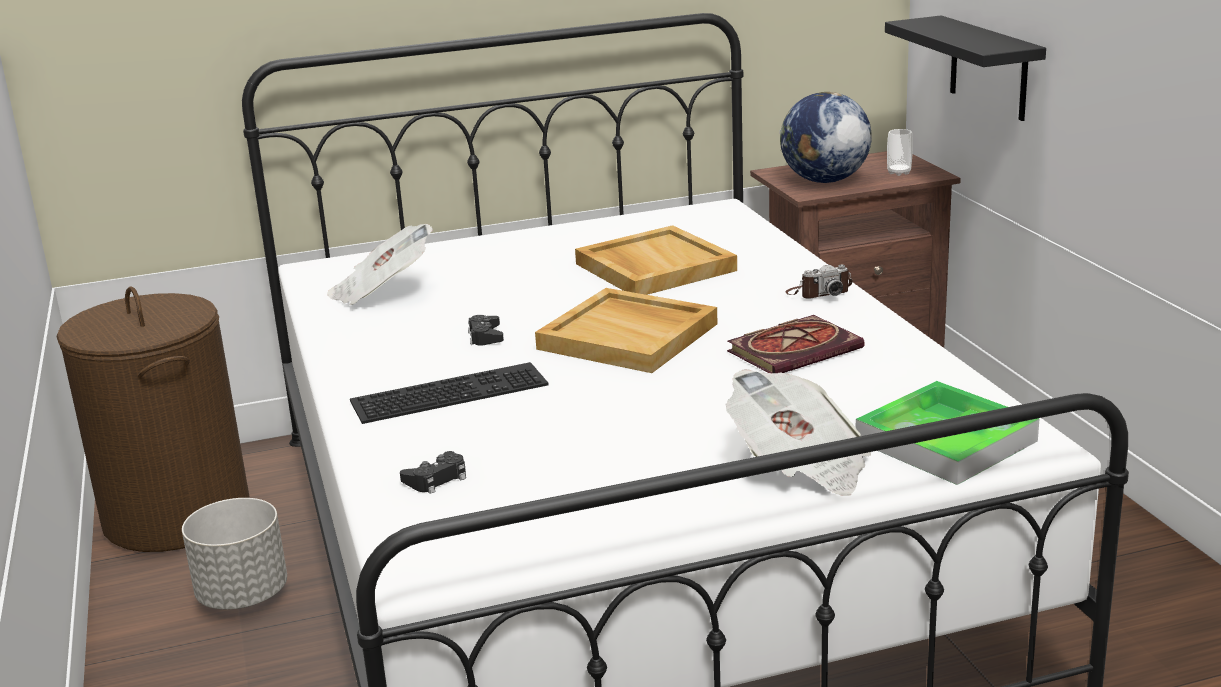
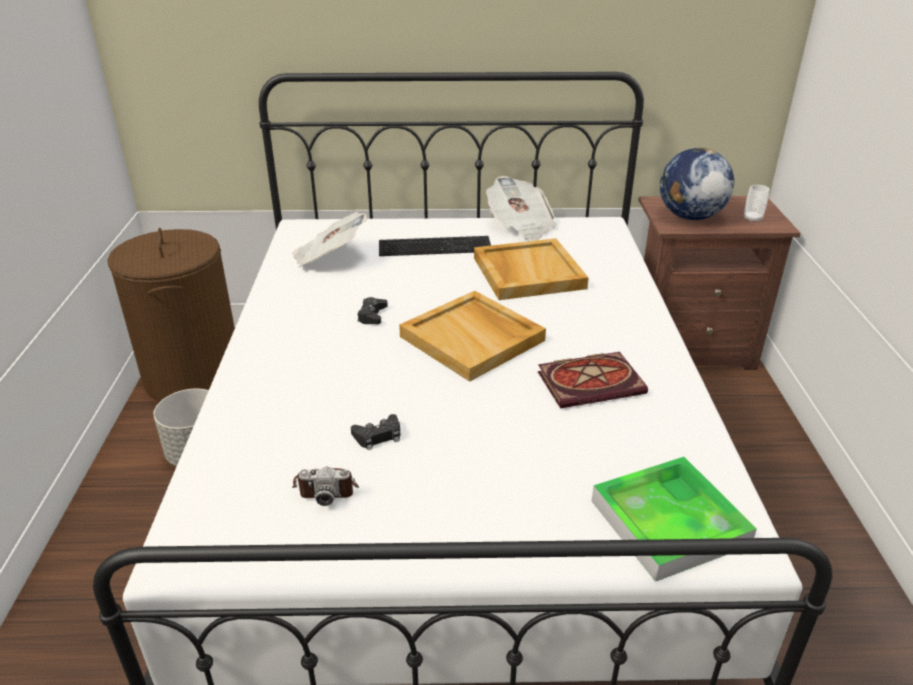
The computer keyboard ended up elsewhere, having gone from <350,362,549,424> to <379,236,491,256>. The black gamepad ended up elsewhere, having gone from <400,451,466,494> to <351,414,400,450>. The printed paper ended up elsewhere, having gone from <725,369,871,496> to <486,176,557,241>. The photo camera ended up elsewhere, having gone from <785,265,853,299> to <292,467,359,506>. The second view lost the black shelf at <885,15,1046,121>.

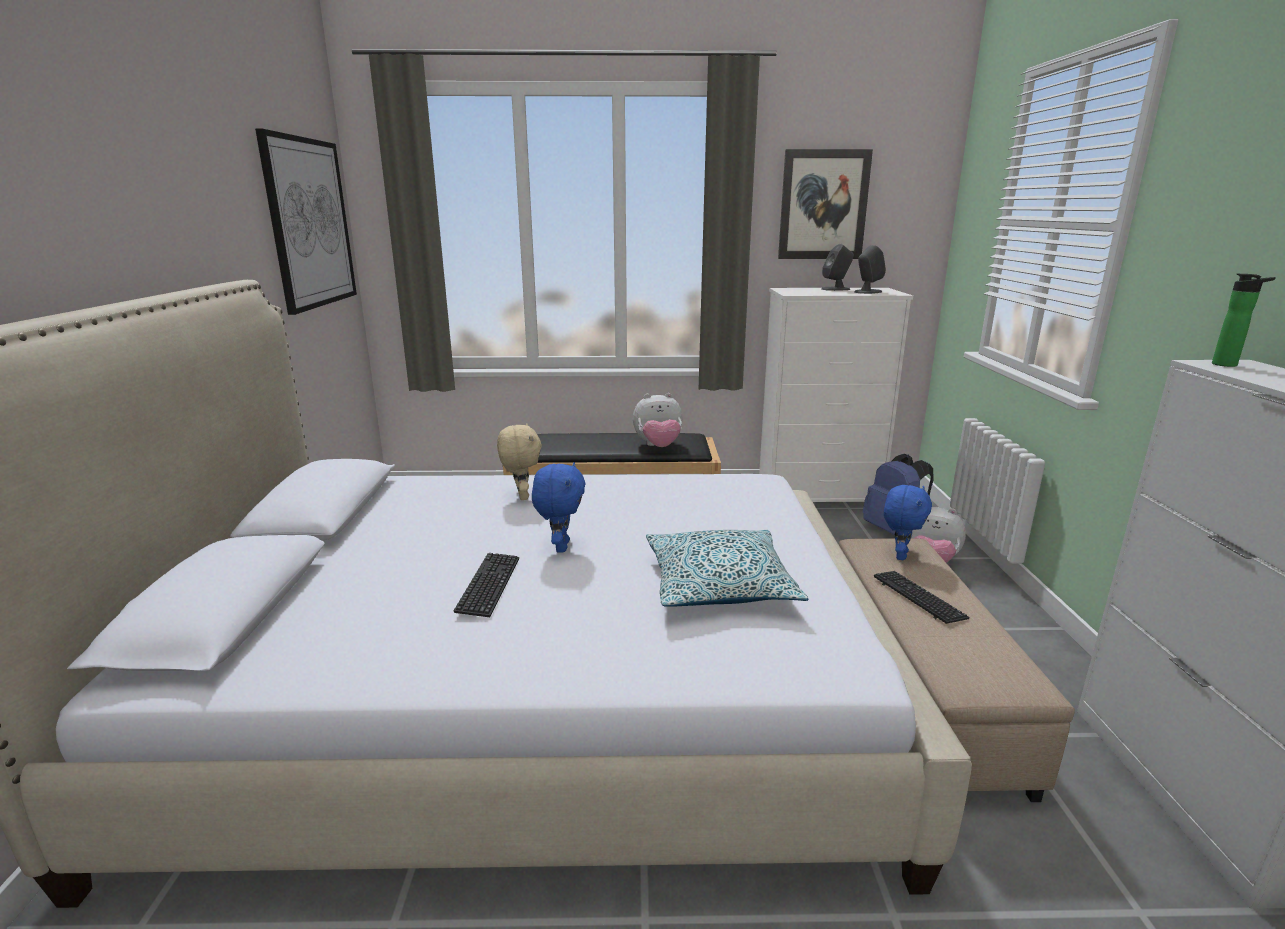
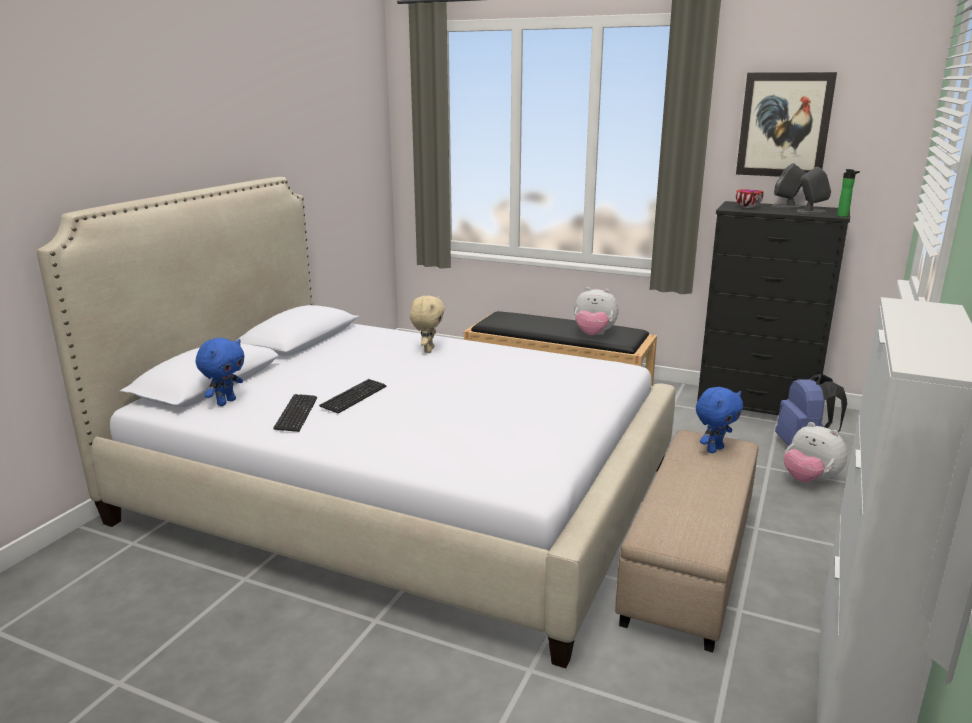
The second view lost the wall picture at <255,129,357,315>. The blue soft toy ended up elsewhere, having gone from <532,462,586,552> to <196,338,245,406>. The second view lost the cushion at <646,530,809,607>. What was the whitish dresser at <759,288,913,502> turned into the black dresser at <697,201,850,416>. The computer keyboard ended up elsewhere, having gone from <874,571,970,624> to <273,394,317,432>. The beverage bottle ended up elsewhere, having gone from <1212,274,1276,367> to <837,169,860,217>. The second view gained the serving bowl at <736,189,764,208>.

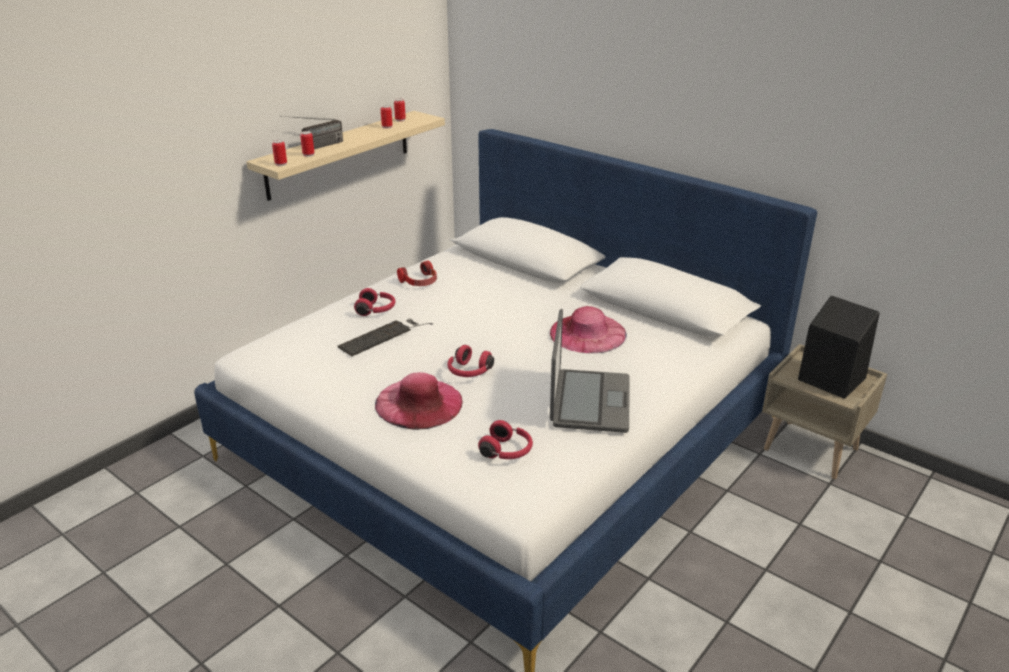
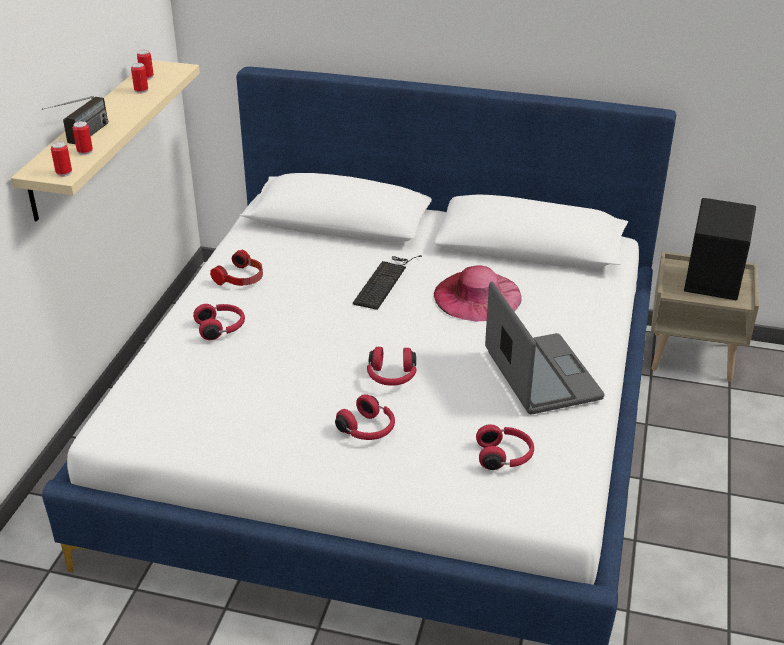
The computer keyboard ended up elsewhere, having gone from <338,319,433,356> to <353,255,422,310>. Where the pink-coloured hat stood at <375,372,463,430>, the red-coloured headset came to stand at <335,394,395,440>.

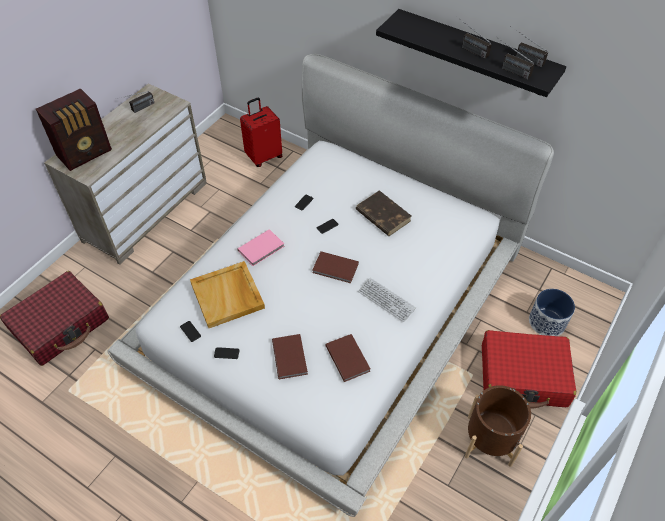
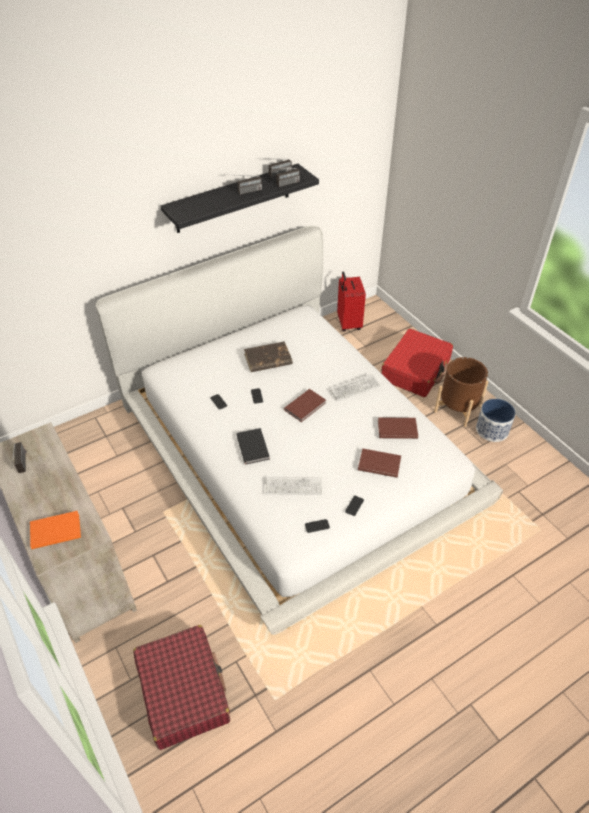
Where the radio receiver stood at <36,88,112,171>, the orange book came to stand at <30,511,81,549>. Where the sand-coloured carrying tray stood at <190,261,265,328>, the computer keyboard came to stand at <265,477,322,495>. What was the pink-coloured book at <237,229,285,266> turned into the black book at <236,428,270,465>. The red-coloured travel case ended up elsewhere, having gone from <240,98,282,167> to <337,272,366,332>. The planter ended up elsewhere, having gone from <529,289,575,336> to <476,399,516,442>.

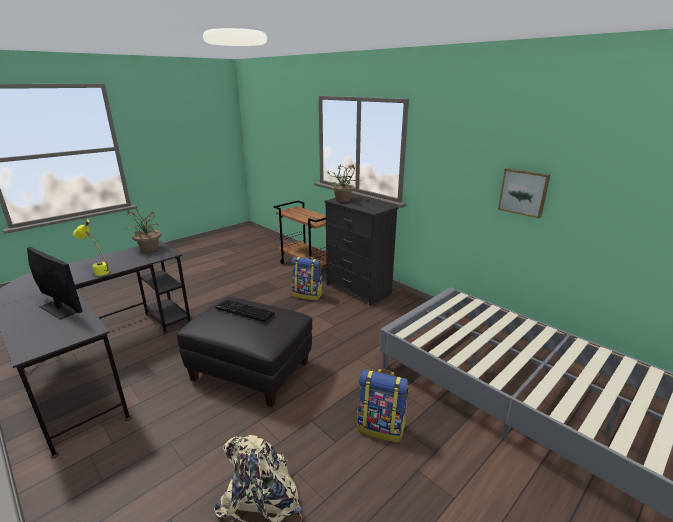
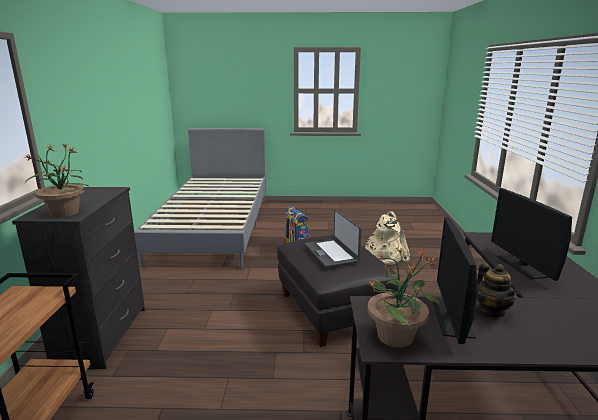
Where the yellow-coloured table lamp stood at <73,219,110,276>, the tea pot came to stand at <477,264,519,318>. Where the computer keyboard stood at <215,300,275,322>, the notebook computer came to stand at <305,210,362,268>. The second view lost the rucksack at <292,256,323,301>. The second view lost the wall picture at <498,168,550,218>. The second view gained the computer display at <433,217,478,344>.

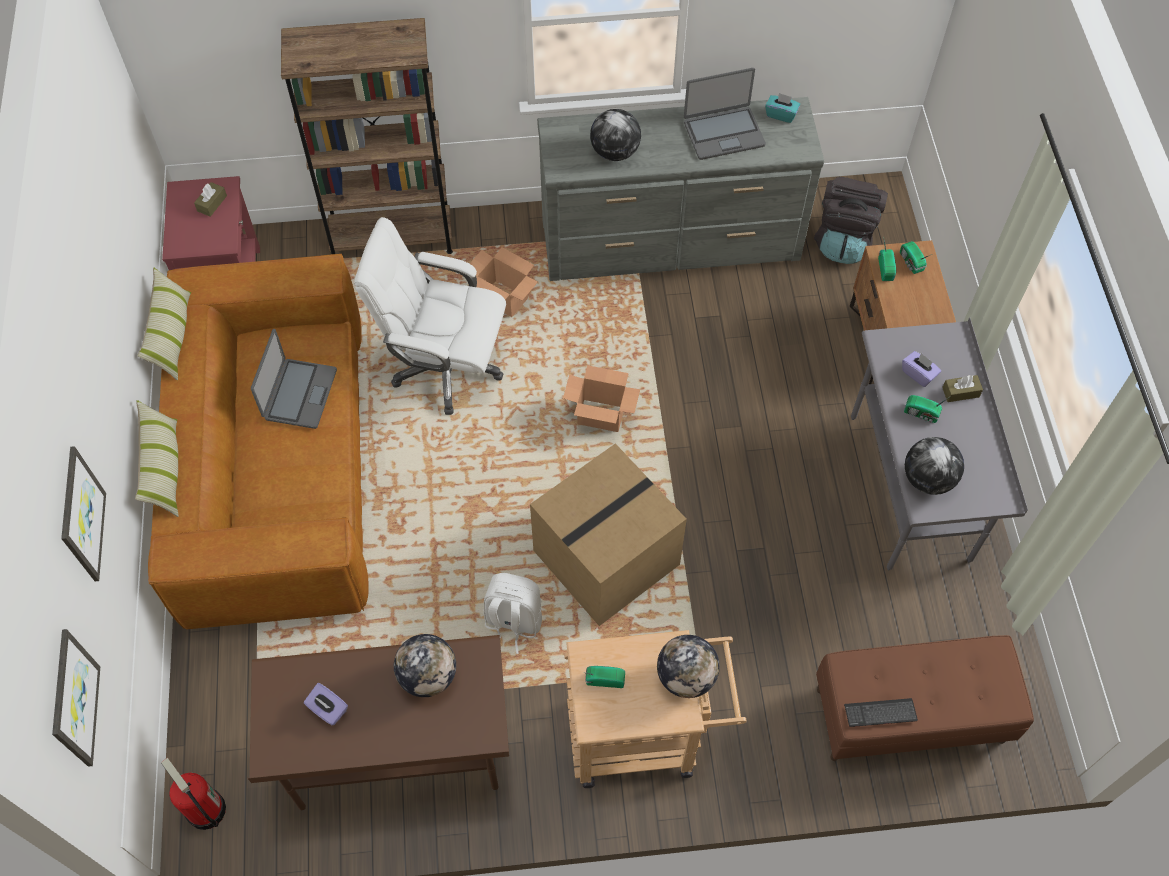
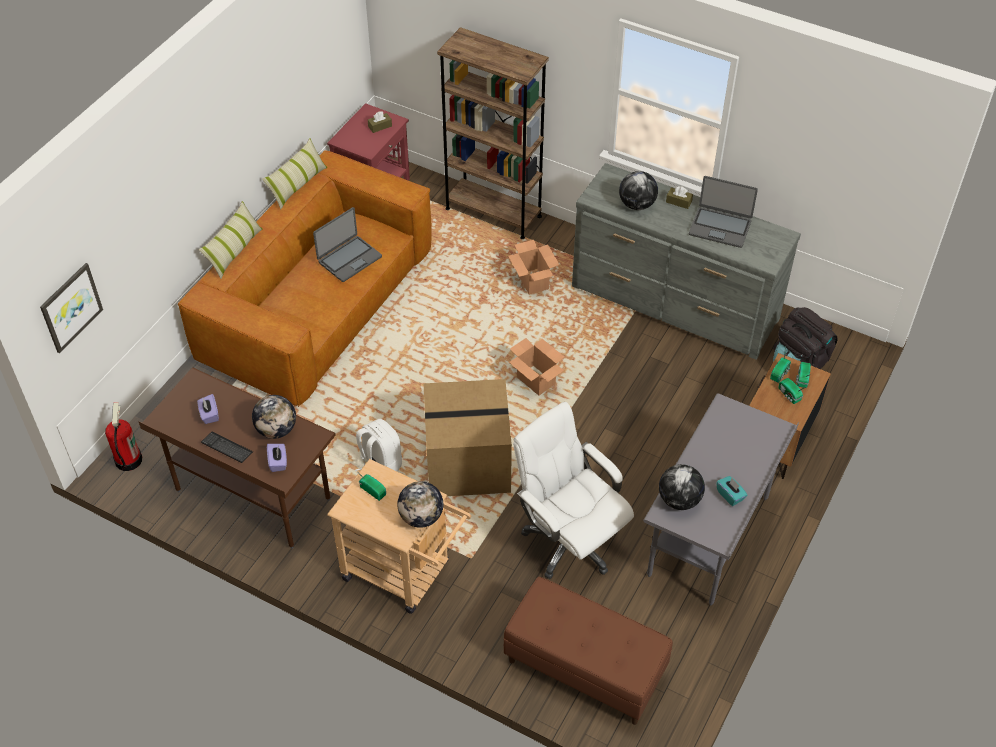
The second view lost the wall picture at <61,446,106,581>. The whitish desk chair ended up elsewhere, having gone from <354,217,506,415> to <513,402,634,579>. The turquoise tissue holder ended up elsewhere, having gone from <765,93,800,123> to <716,476,747,506>. The computer keyboard ended up elsewhere, having gone from <844,698,918,727> to <201,431,253,463>. The purple-coloured tissue holder ended up elsewhere, having gone from <902,351,941,387> to <267,444,287,472>. The radio receiver ended up elsewhere, having gone from <904,395,949,423> to <778,378,807,404>. The brown tissue holder ended up elsewhere, having gone from <942,375,983,402> to <666,186,693,209>.

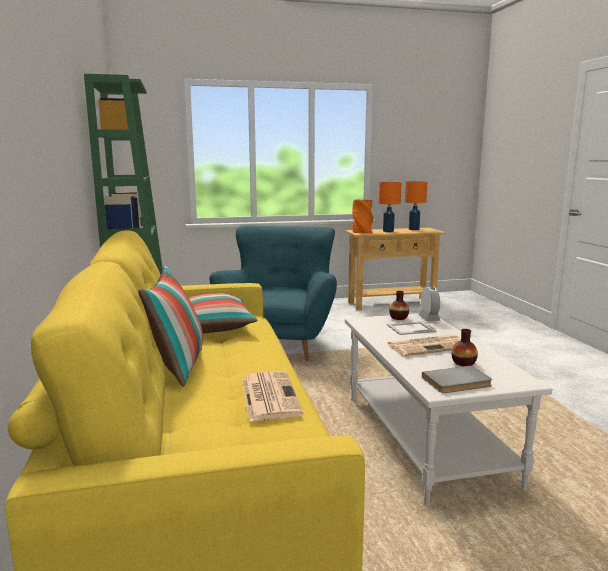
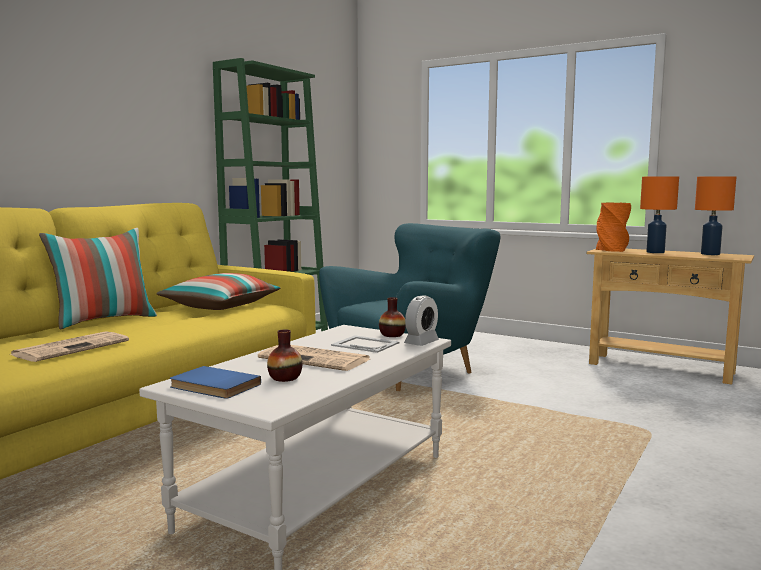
What was the gray book at <422,366,492,393> turned into the blue book at <170,366,261,399>.

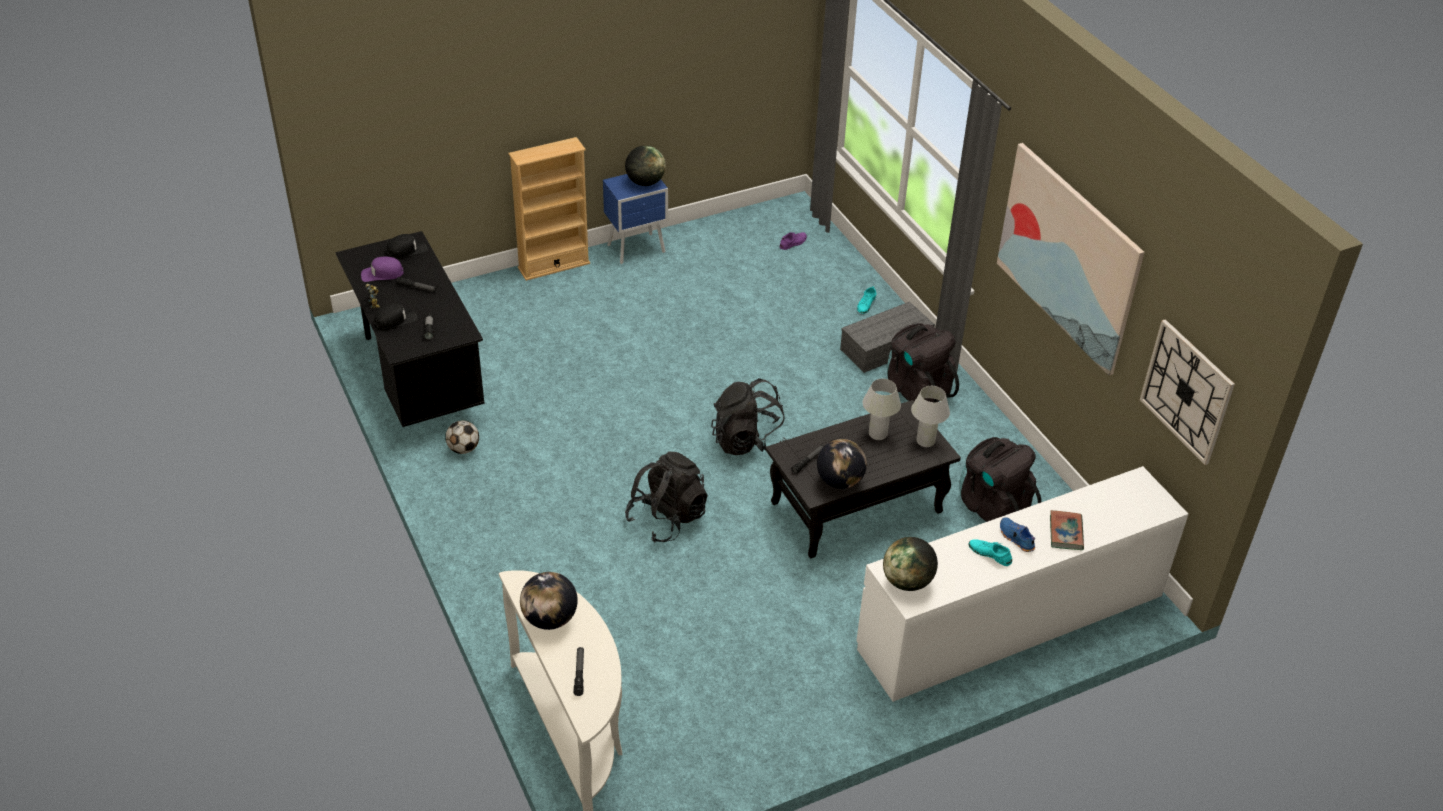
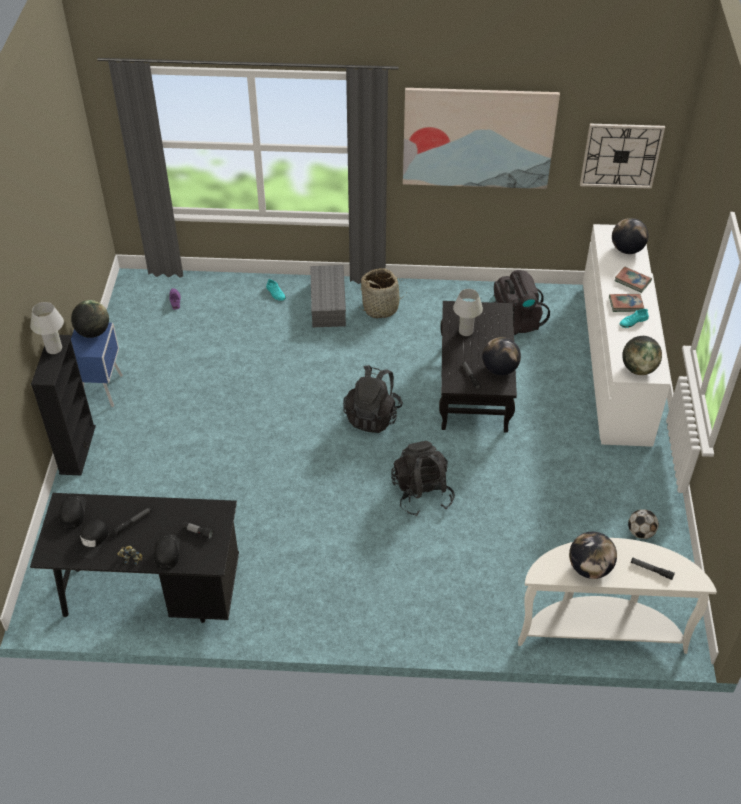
What was the purple-coloured cap at <361,257,404,282> turned into the black cap at <75,519,109,559>. The football ended up elsewhere, having gone from <445,421,479,454> to <628,509,659,539>. What was the sand-coloured shelving unit at <509,137,590,281> turned into the black shelving unit at <31,335,96,475>. Where the black rucksack stood at <887,323,959,402>, the household basket came to stand at <359,268,408,318>. The whitish table lamp ended up elsewhere, having gone from <911,386,950,447> to <30,302,64,354>. Where the blue item of footwear stood at <1000,517,1035,552>, the book came to stand at <609,294,644,312>. The second view gained the desk globe at <612,218,649,254>.

